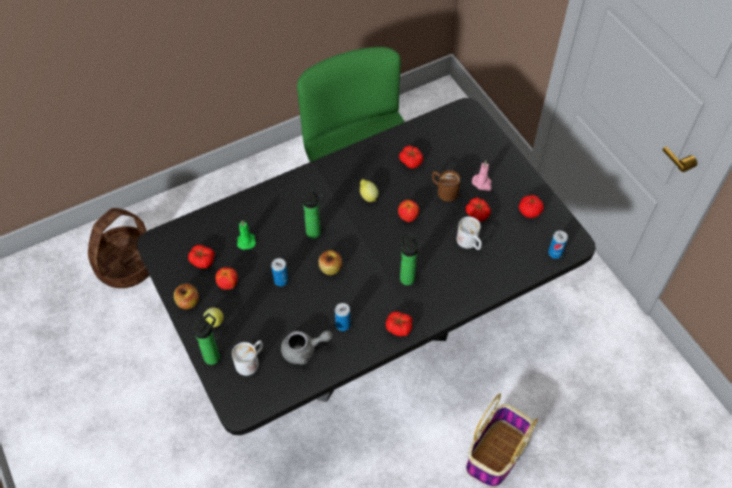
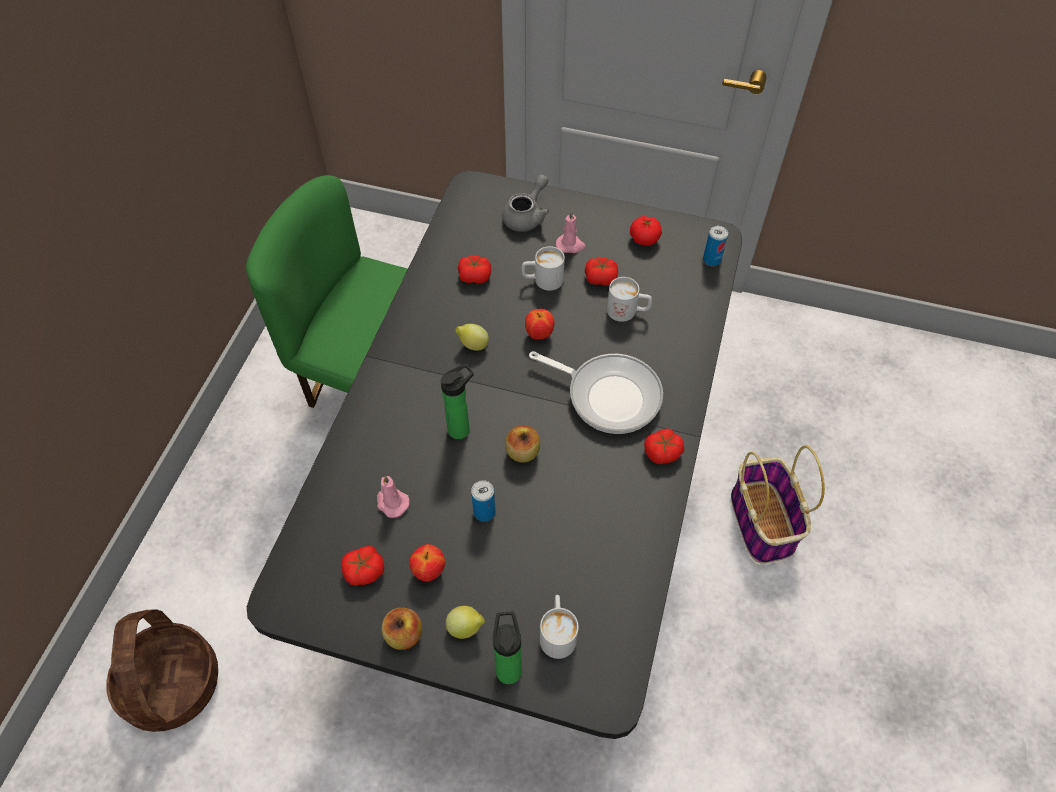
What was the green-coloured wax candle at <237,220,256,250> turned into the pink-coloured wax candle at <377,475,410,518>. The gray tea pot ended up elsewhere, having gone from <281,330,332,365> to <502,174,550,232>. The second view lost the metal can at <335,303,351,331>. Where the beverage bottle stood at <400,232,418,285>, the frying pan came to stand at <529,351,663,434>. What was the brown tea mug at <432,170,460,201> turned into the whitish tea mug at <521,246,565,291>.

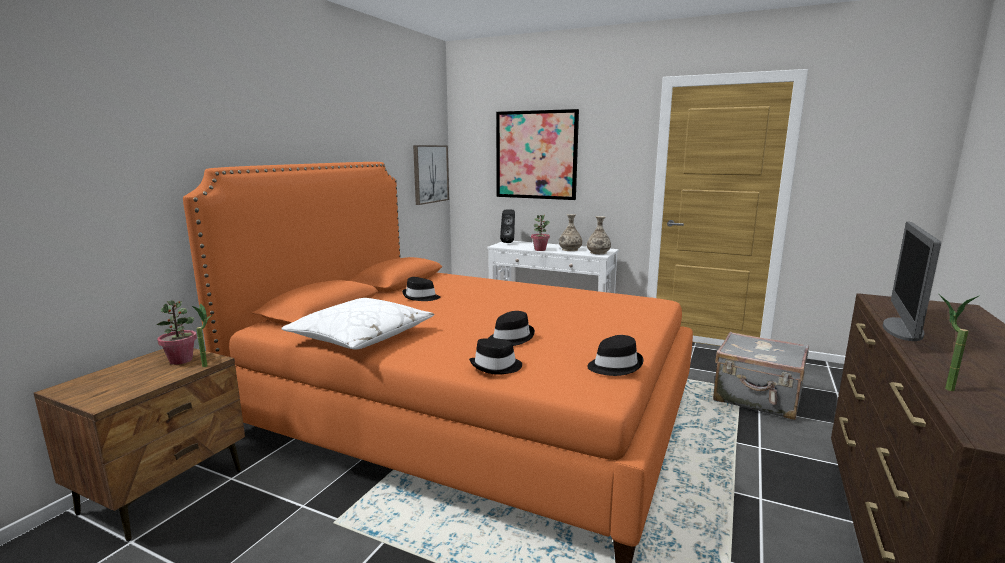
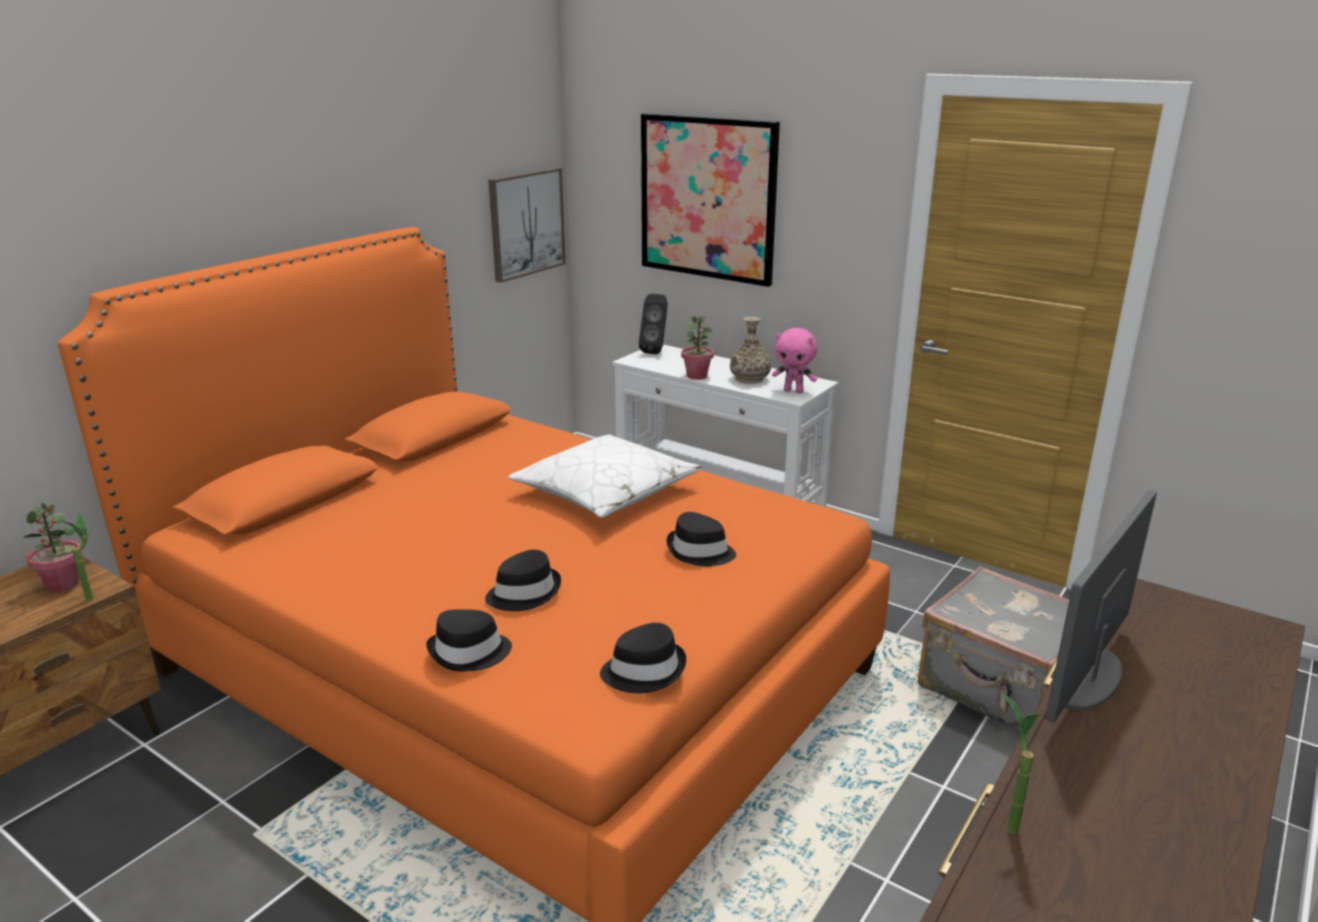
The whitish cushion ended up elsewhere, having gone from <281,298,434,350> to <508,434,702,518>. The black hat ended up elsewhere, having gone from <402,277,440,301> to <666,512,736,567>. Where the vase stood at <587,216,611,254>, the pink-coloured soft toy came to stand at <772,328,817,393>.

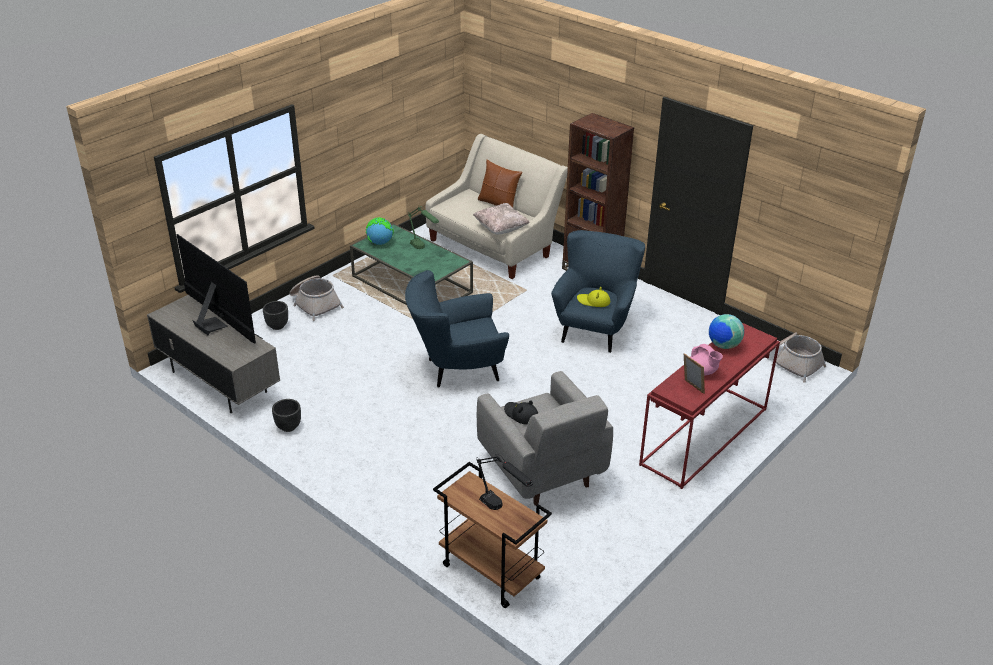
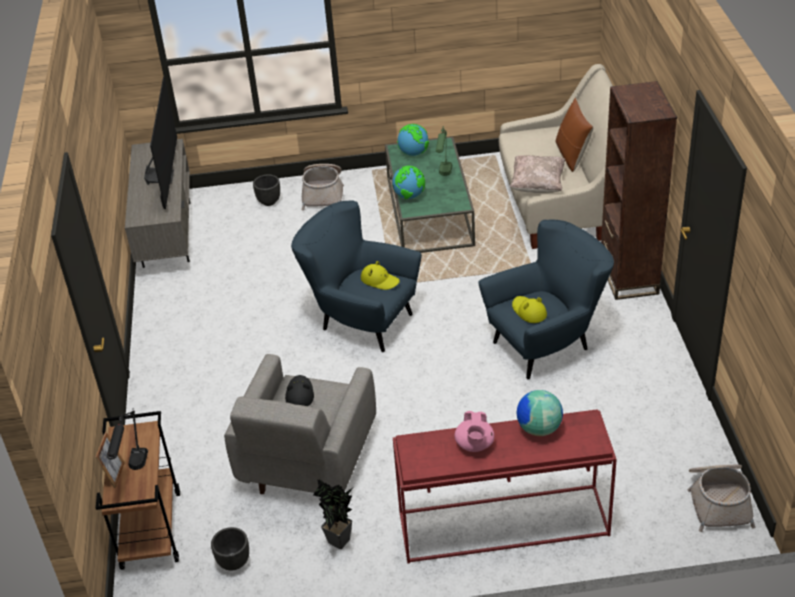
The black planter ended up elsewhere, having gone from <272,399,301,432> to <211,527,249,570>. The standing frame ended up elsewhere, having gone from <684,353,705,394> to <95,432,124,488>. The second view gained the plant in a pot at <313,480,353,549>. The second view gained the yellow-coloured hat at <361,261,400,290>. The second view gained the desk globe at <392,166,425,199>.

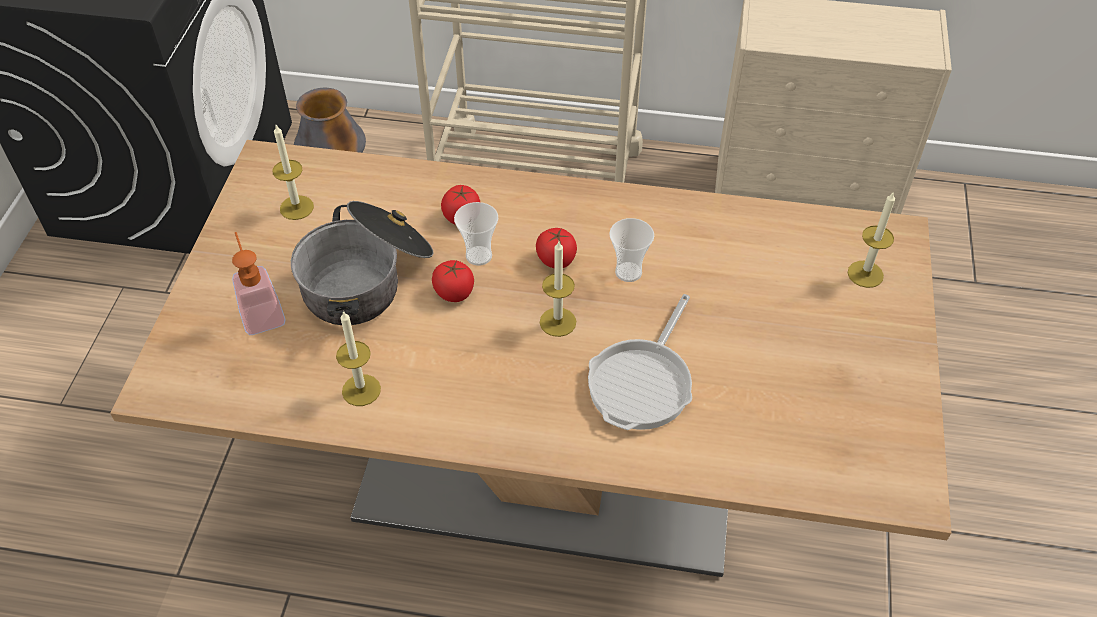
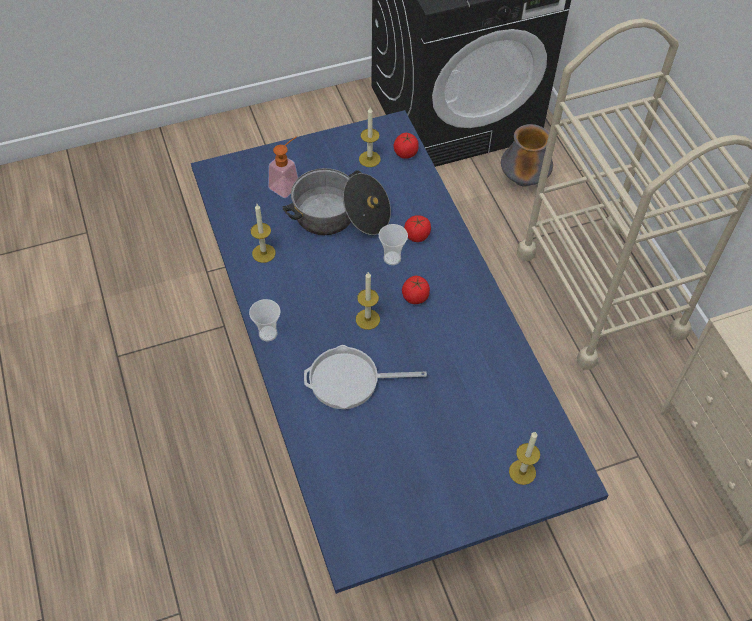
What was the sand-coloured dinner table at <110,140,951,577> turned into the blue dinner table at <191,110,608,594>. The fresh tomato ended up elsewhere, having gone from <432,260,474,302> to <394,133,419,159>. The small cup ended up elsewhere, having gone from <609,218,654,282> to <249,299,280,341>.

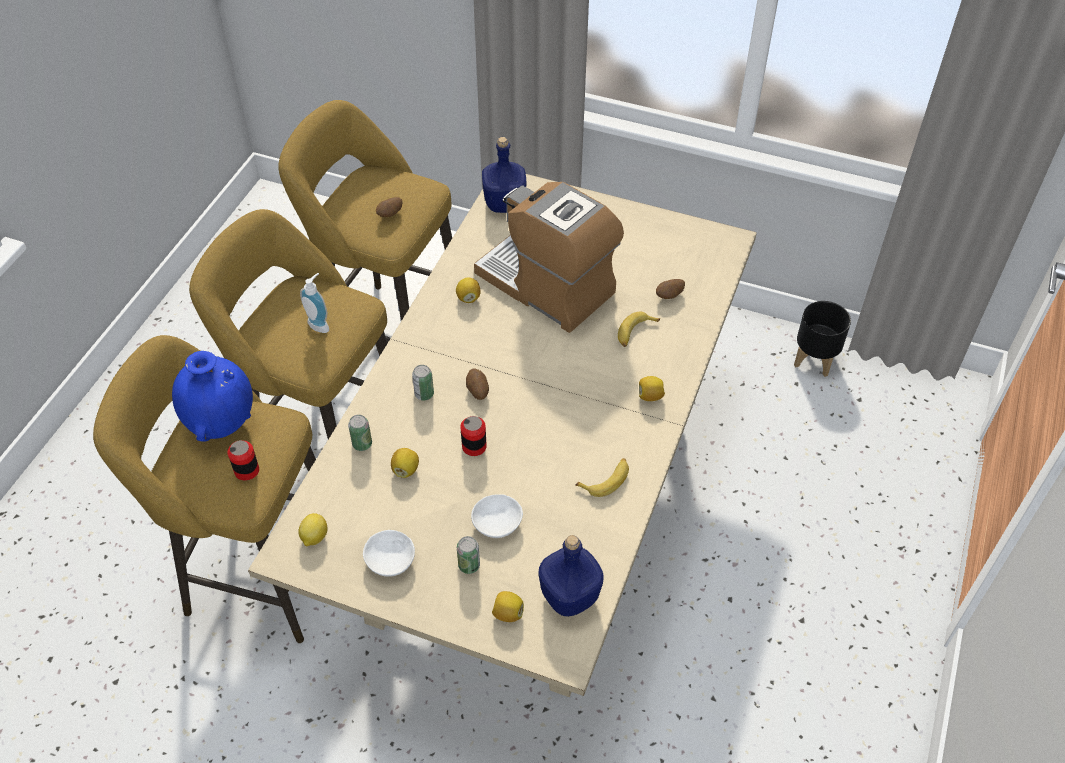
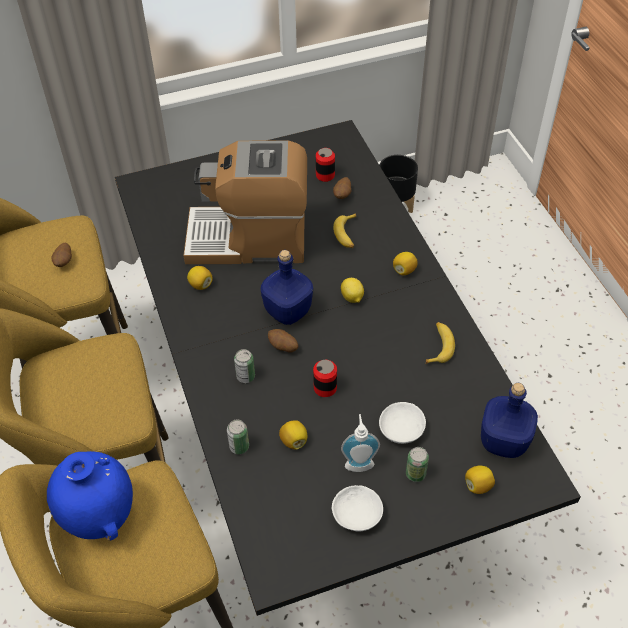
The metal can ended up elsewhere, having gone from <227,440,259,481> to <316,148,335,182>. What was the sand-coloured dinner table at <248,174,757,697> turned into the black dinner table at <115,120,581,616>. The whole lemon ended up elsewhere, having gone from <298,513,328,546> to <341,278,364,303>. The soap dispenser ended up elsewhere, having gone from <300,273,329,333> to <341,414,380,472>. The blue beverage bottle ended up elsewhere, having gone from <482,137,526,213> to <261,250,313,325>.

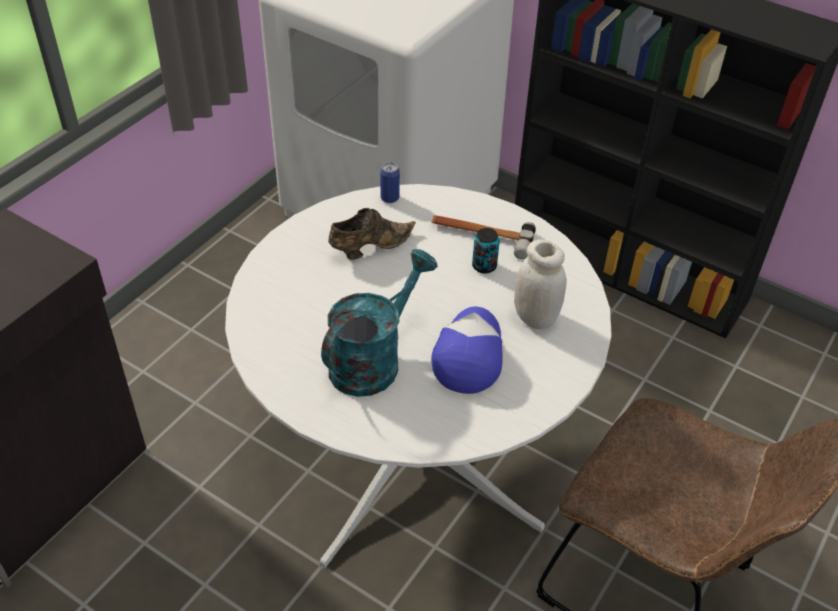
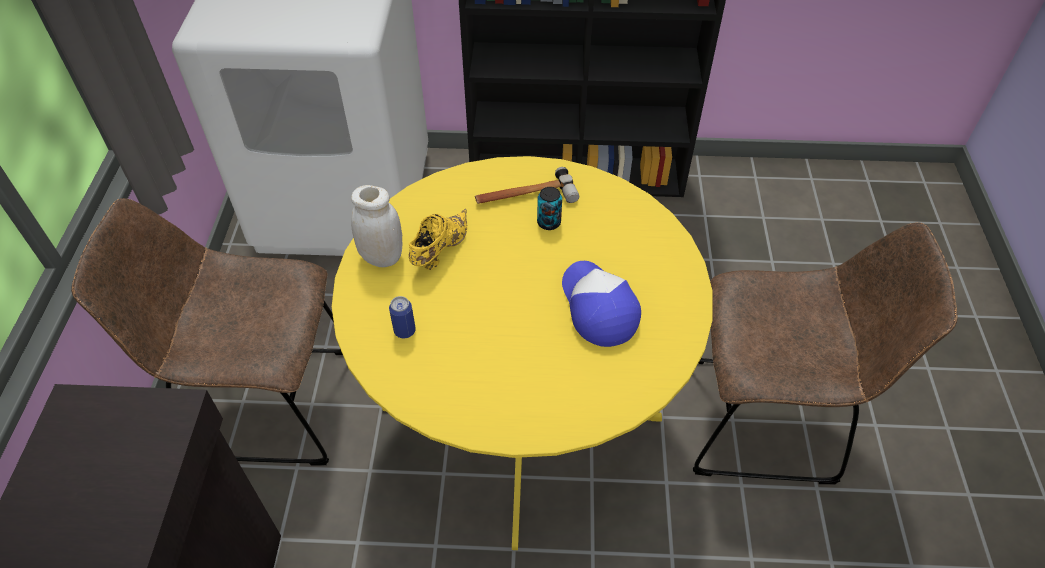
What was the whitish dinner table at <225,184,612,568> turned into the yellow-coloured dinner table at <332,156,713,550>. The second view lost the turquoise watering can at <321,249,438,397>. What was the brown item of footwear at <328,208,416,260> turned into the yellow-coloured item of footwear at <409,209,467,270>. The metal can ended up elsewhere, having gone from <380,162,400,203> to <389,296,416,339>. The whitish preserve jar ended up elsewhere, having gone from <514,239,566,329> to <351,185,403,267>. The second view gained the brown upright chair at <71,198,343,466>.

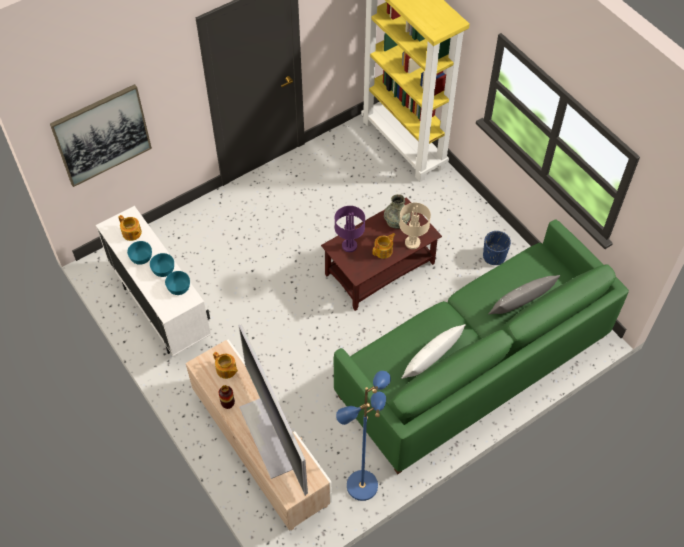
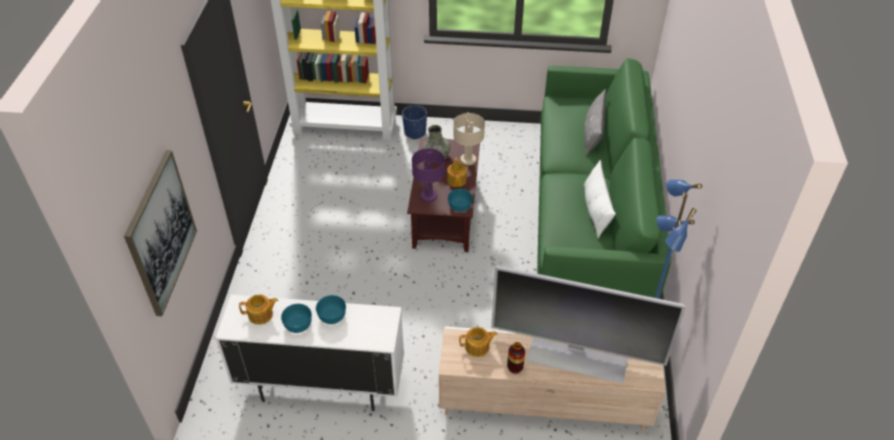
The turquoise serving bowl ended up elsewhere, having gone from <165,271,190,295> to <448,189,473,212>. The blue planter ended up elsewhere, having gone from <483,231,511,265> to <402,105,427,140>.

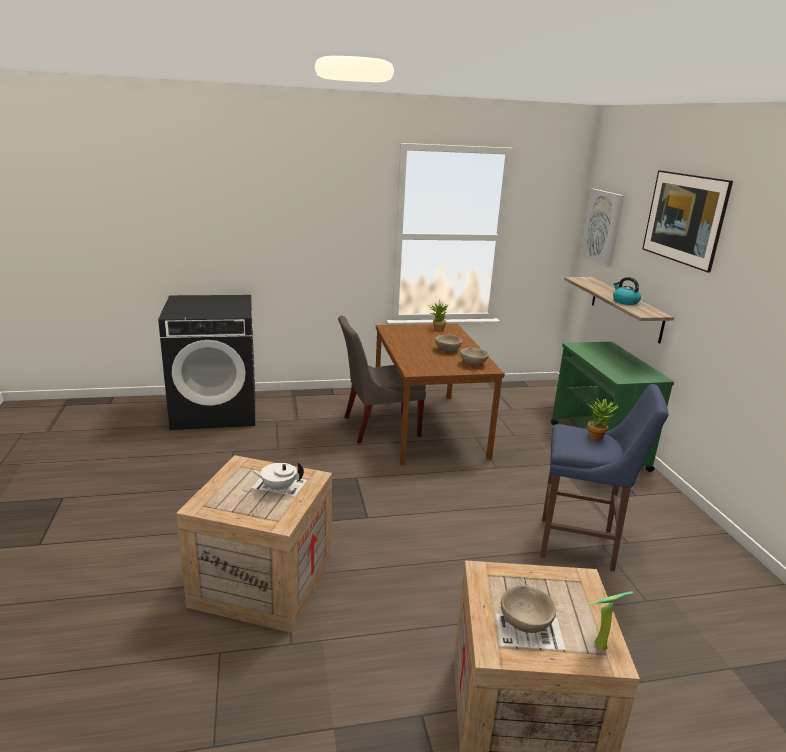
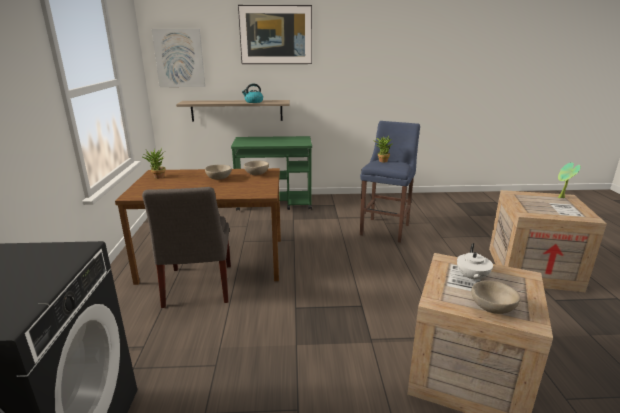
The sand-coloured serving bowl ended up elsewhere, having gone from <501,585,556,633> to <471,281,520,314>.

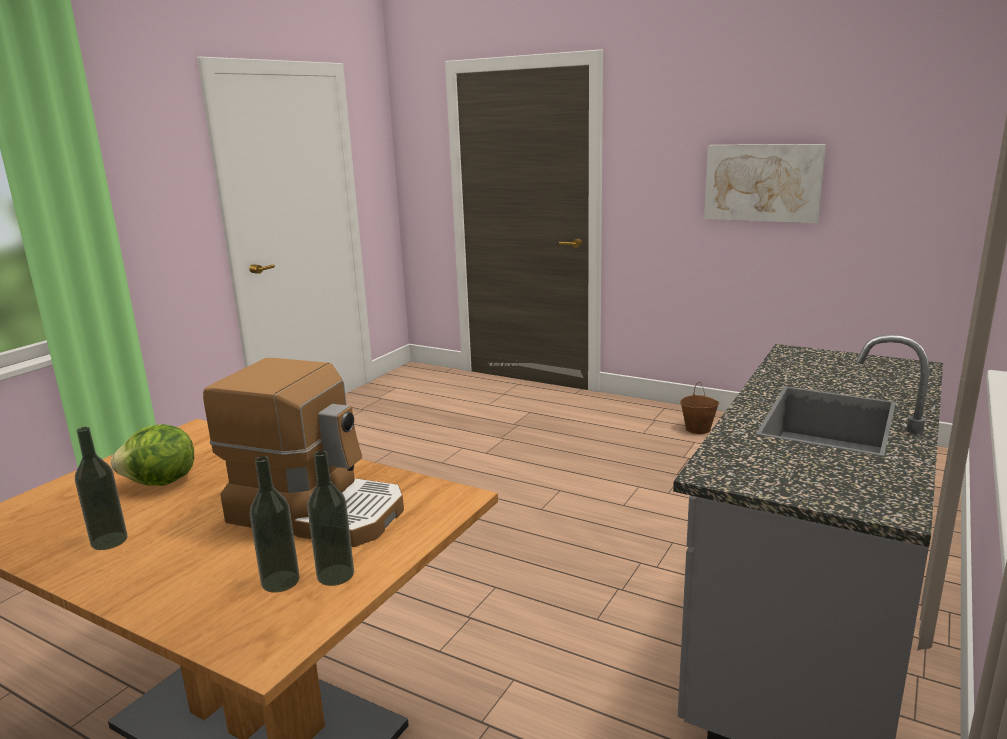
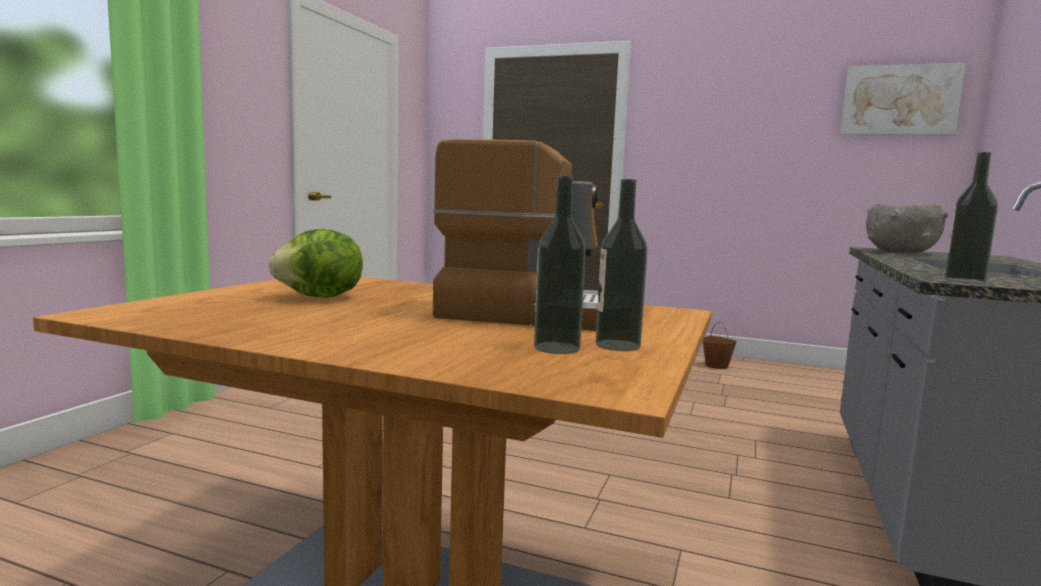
The beverage bottle ended up elsewhere, having gone from <75,427,128,550> to <944,152,998,283>. The wall picture ended up elsewhere, having gone from <704,144,826,223> to <840,63,966,135>. The second view gained the gray serving bowl at <866,204,948,253>.

